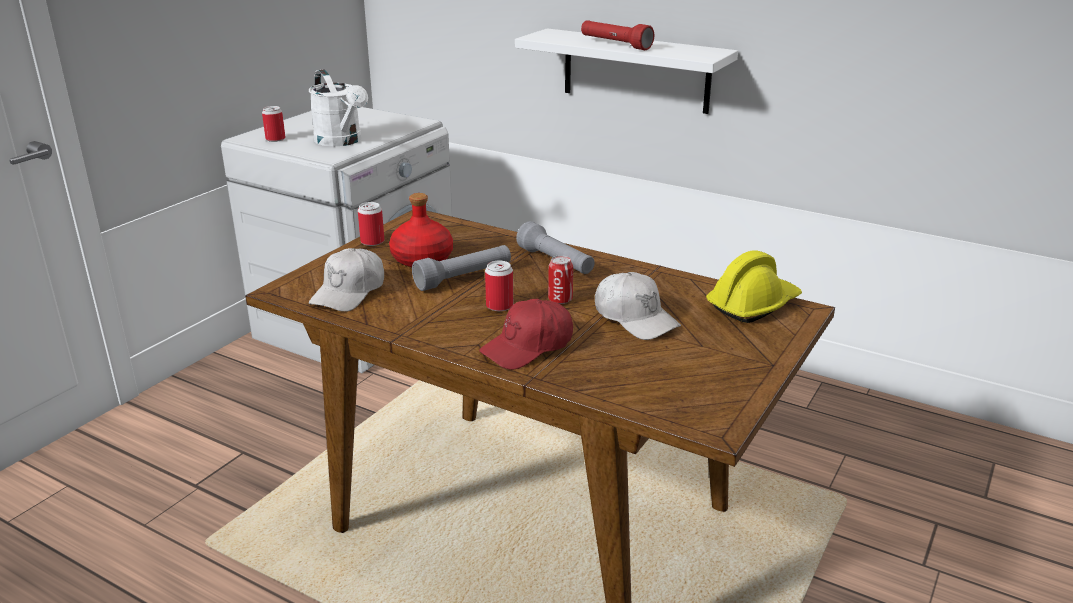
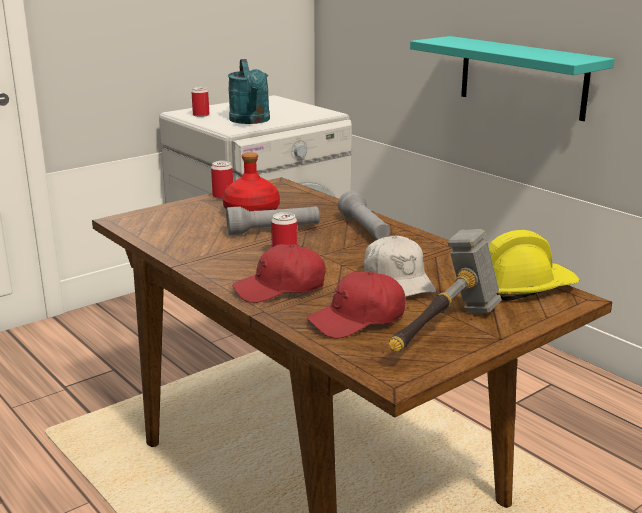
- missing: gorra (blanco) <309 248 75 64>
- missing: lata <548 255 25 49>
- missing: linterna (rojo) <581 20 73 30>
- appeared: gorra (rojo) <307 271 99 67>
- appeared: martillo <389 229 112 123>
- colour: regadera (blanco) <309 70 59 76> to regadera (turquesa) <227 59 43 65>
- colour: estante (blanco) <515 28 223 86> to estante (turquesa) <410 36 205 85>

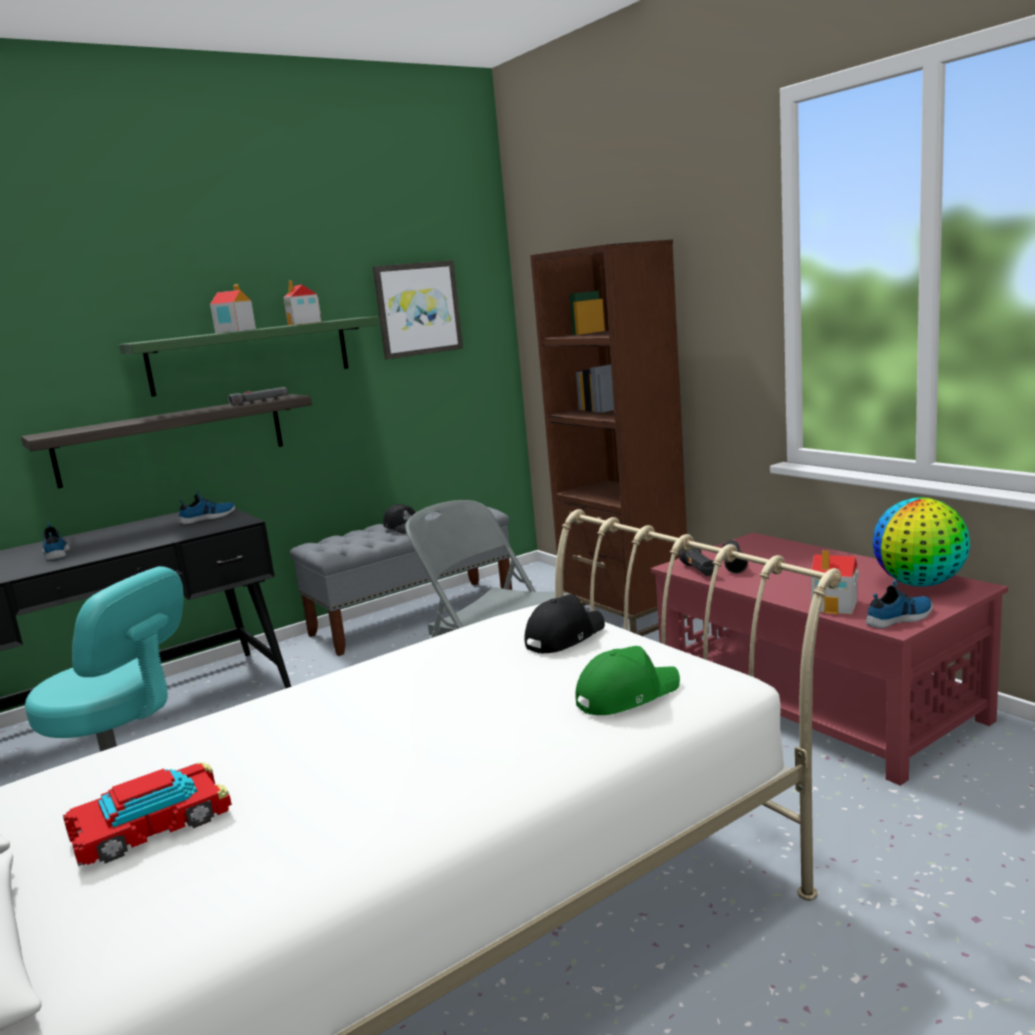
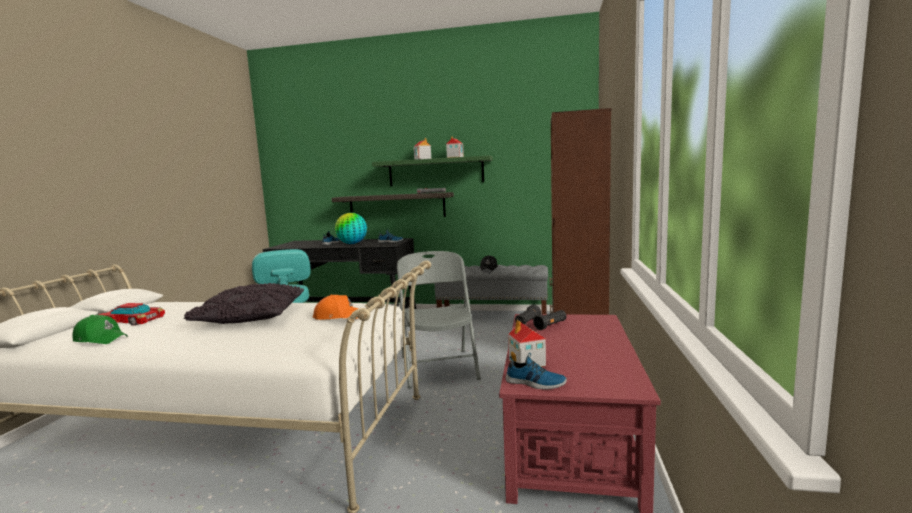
- missing: cuadro <373 260 90 99>
- appeared: cojín (negro) <184 283 120 41>
- relocated: gorra (verde) <576 646 104 69> to <73 315 55 29>
- relocated: globo terráqueo <872 497 98 90> to <335 213 32 31>
- colour: gorra (negro) <524 594 81 59> to gorra (naranja) <313 295 46 25>

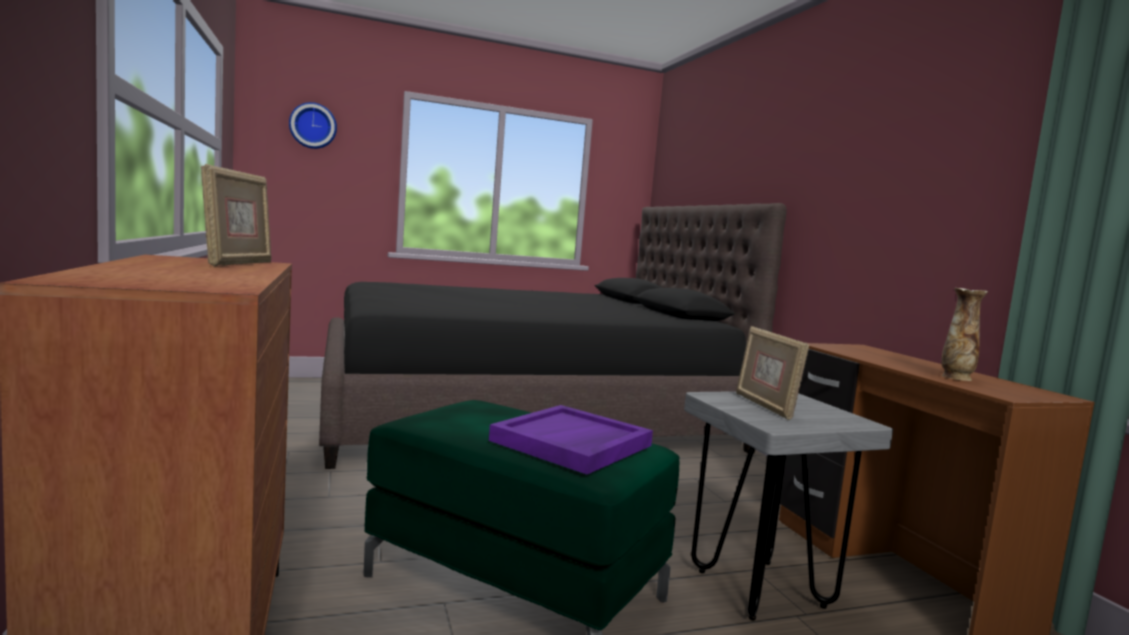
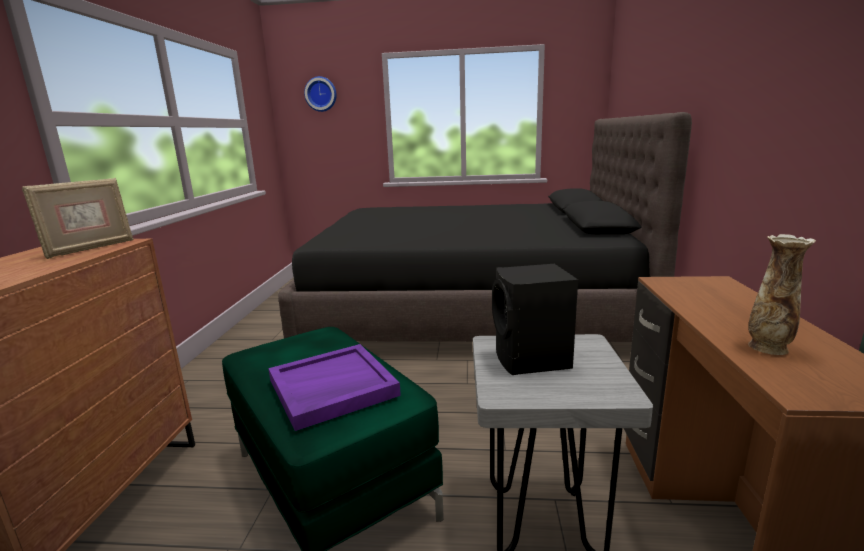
- exchanged: portarretratos <736 326 73 94> to altavoz (negro) <492 264 86 111>

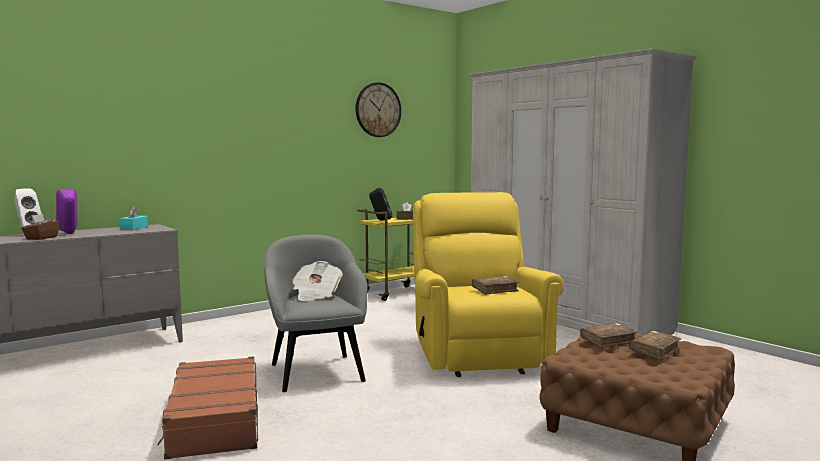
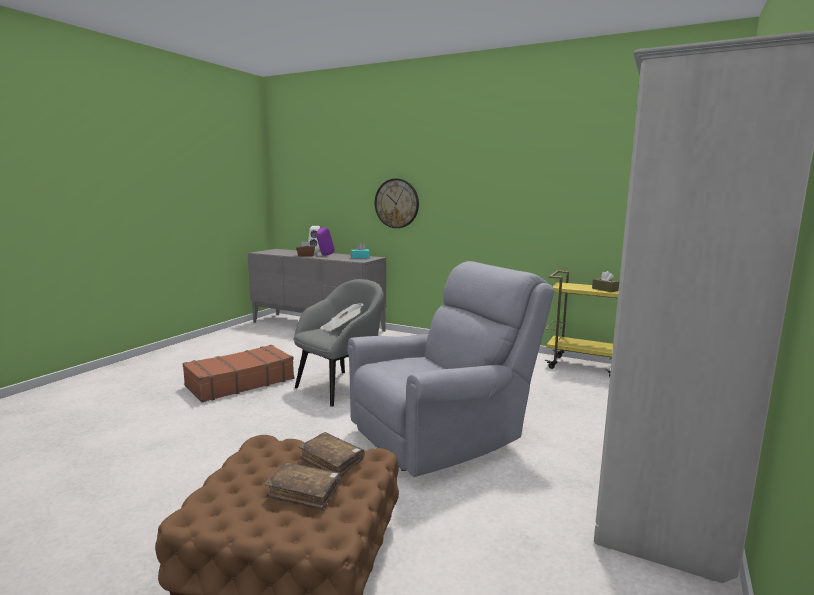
- missing: altavoz (negro) <369 188 23 32>
- missing: libro (marrón) <472 276 48 19>
- relocated: reloj de pared <356 82 45 55> to <375 178 44 50>
- colour: sillón (amarillo) <413 192 151 185> to sillón (gris) <347 261 207 216>

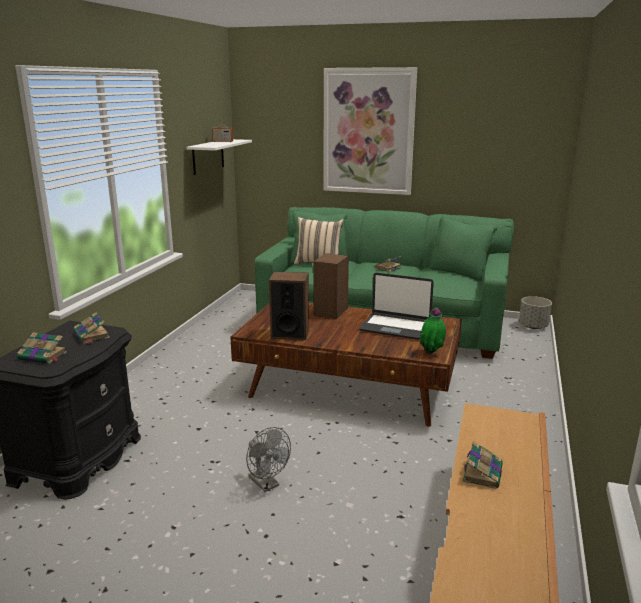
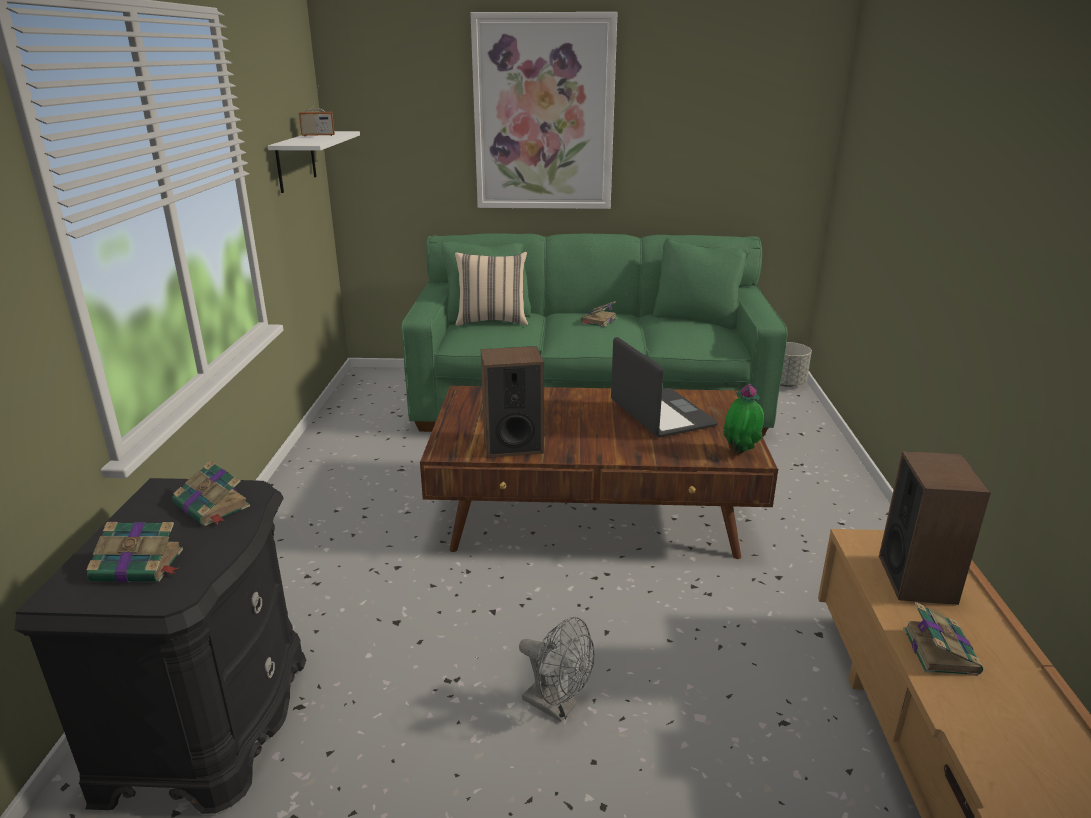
- relocated: altavoz <313 253 36 66> to <879 451 112 154>
- spun: portátil <359 273 75 67> = <611 337 107 100> 120 degrees counterclockwise

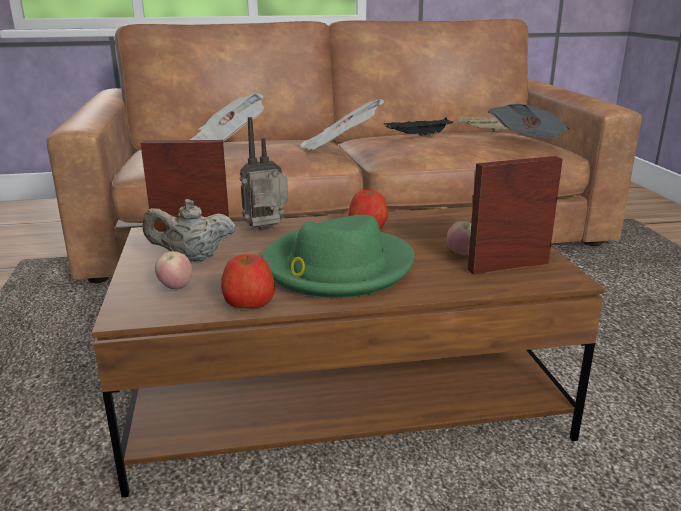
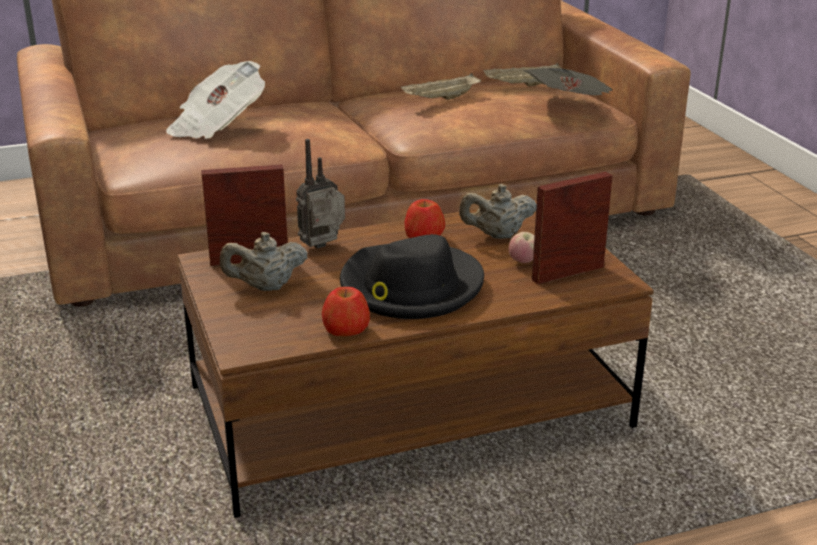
- missing: manzana <155 251 37 39>
- missing: periódico <300 99 84 52>
- appeared: tetera (beis) <459 184 78 55>
- colour: sombrero (verde) <262 215 153 83> to sombrero (negro) <340 234 144 85>
- colour: bandeja (negro) <384 117 69 20> to bandeja (beis) <401 73 80 27>

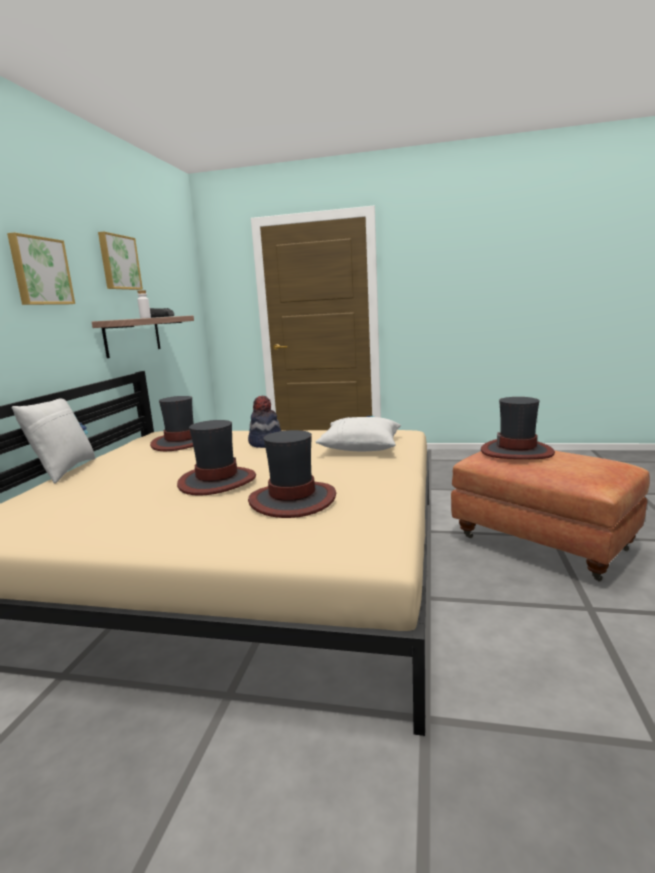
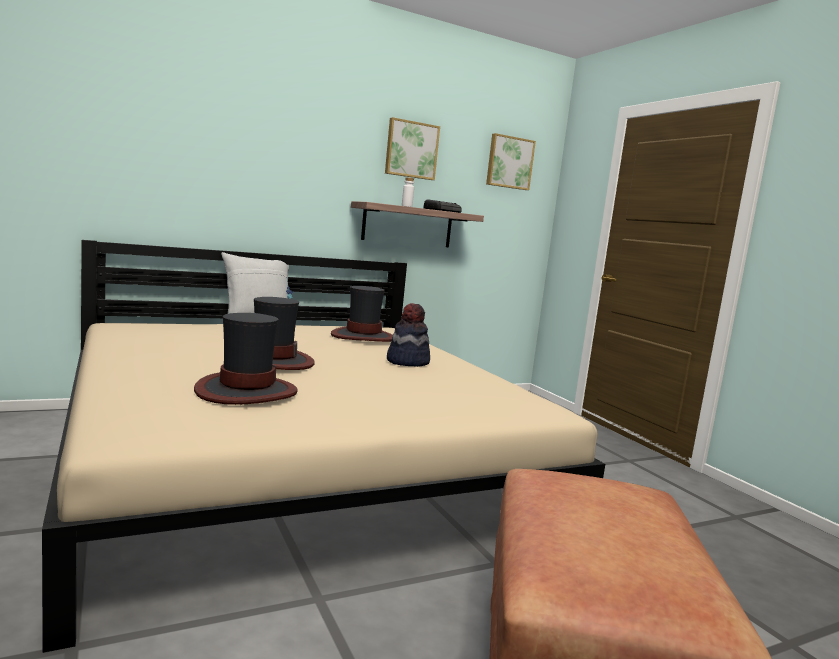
- missing: cojín (gris) <316 416 85 35>
- missing: sombrero <481 397 74 62>
- relocated: cuadro <7 232 68 73> to <486 133 50 57>

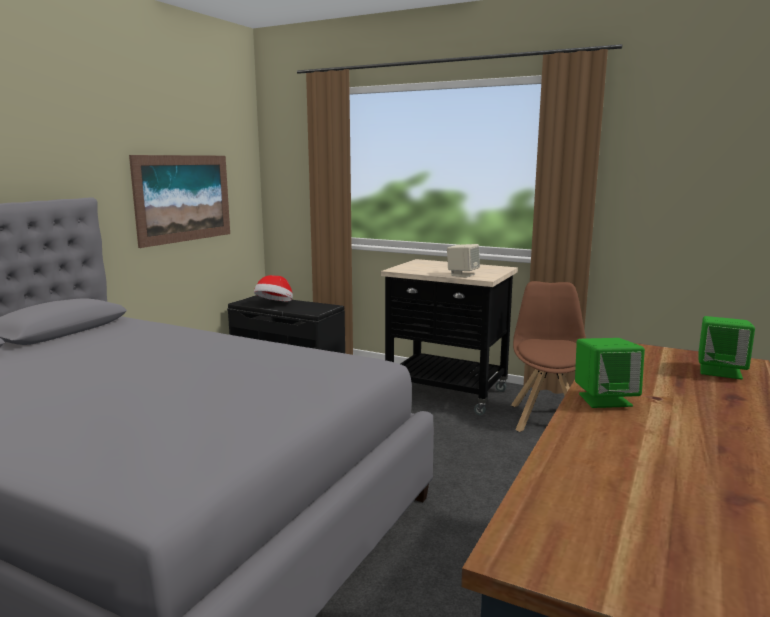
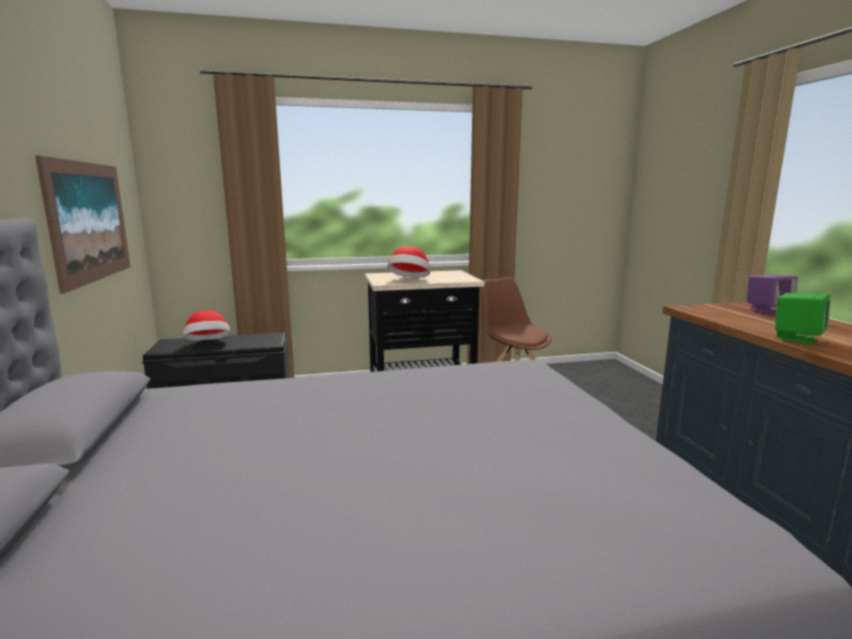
- missing: altavoz (beis) <447 244 33 34>
- appeared: sombrero <387 246 43 32>
- colour: altavoz (verde) <698 316 57 64> to altavoz (morado) <747 275 51 39>

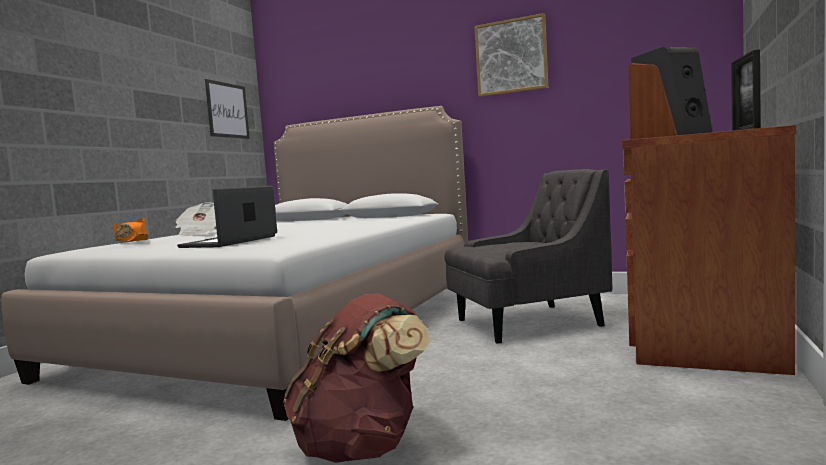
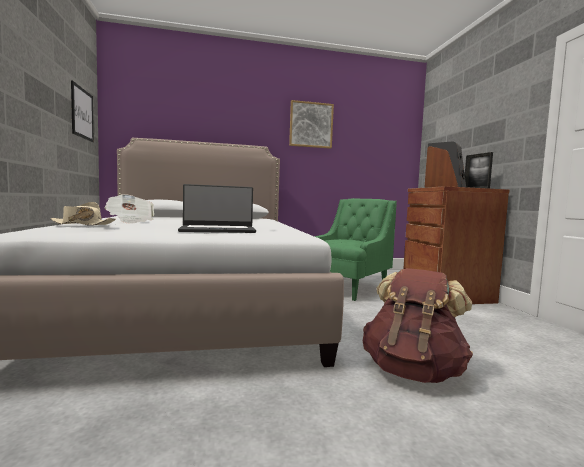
- colour: sombrero (naranja) <113 217 36 25> to sombrero (beis) <50 202 66 23>
- colour: sillón (gris) <444 169 169 175> to sillón (verde) <314 198 83 103>
- spun: portátil <177 186 100 62> = <178 184 78 49> 90 degrees counterclockwise

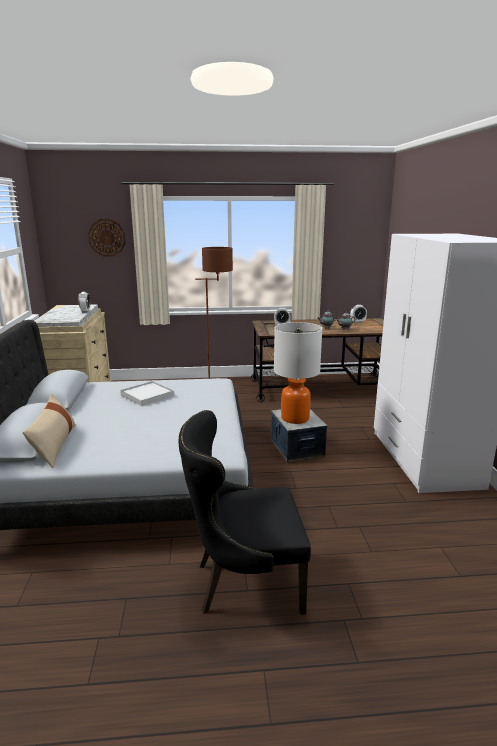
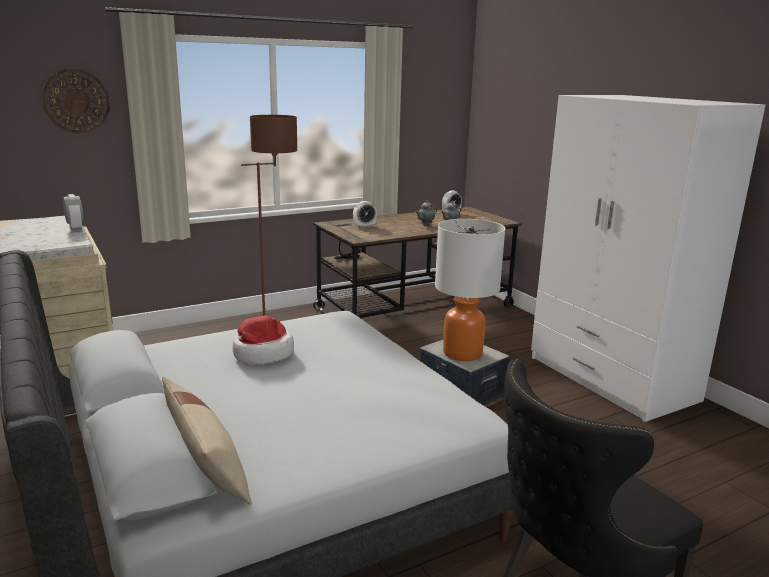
- exchanged: bandeja (blanco) <120 381 54 25> to sombrero <232 315 62 49>

